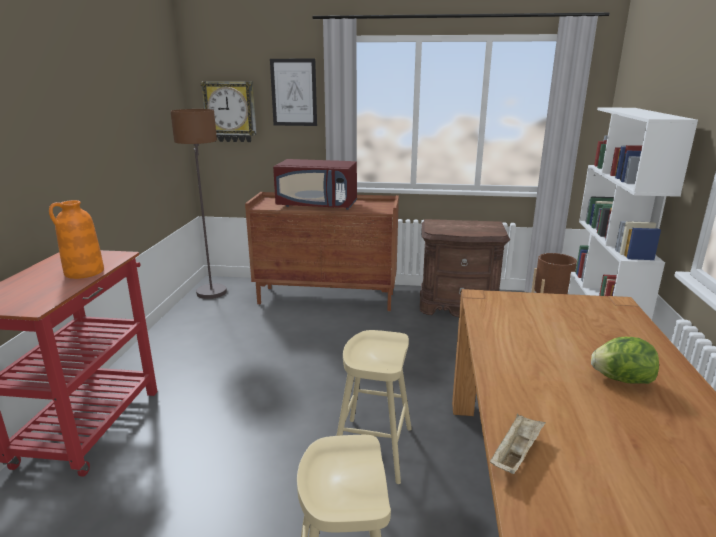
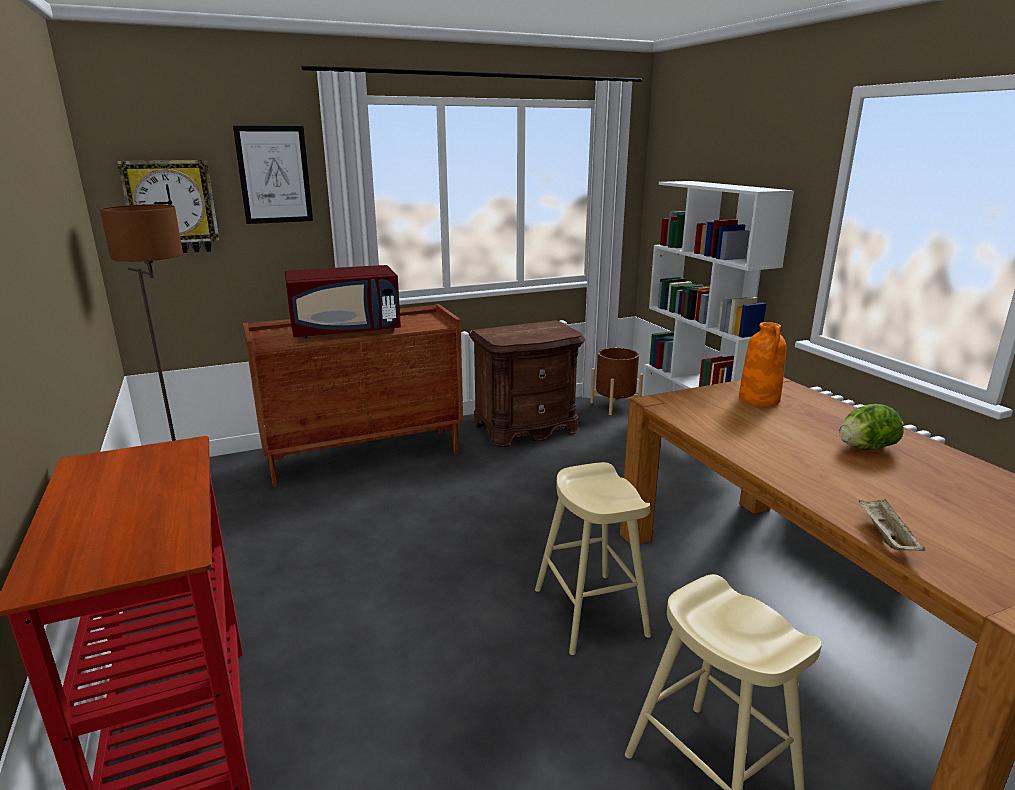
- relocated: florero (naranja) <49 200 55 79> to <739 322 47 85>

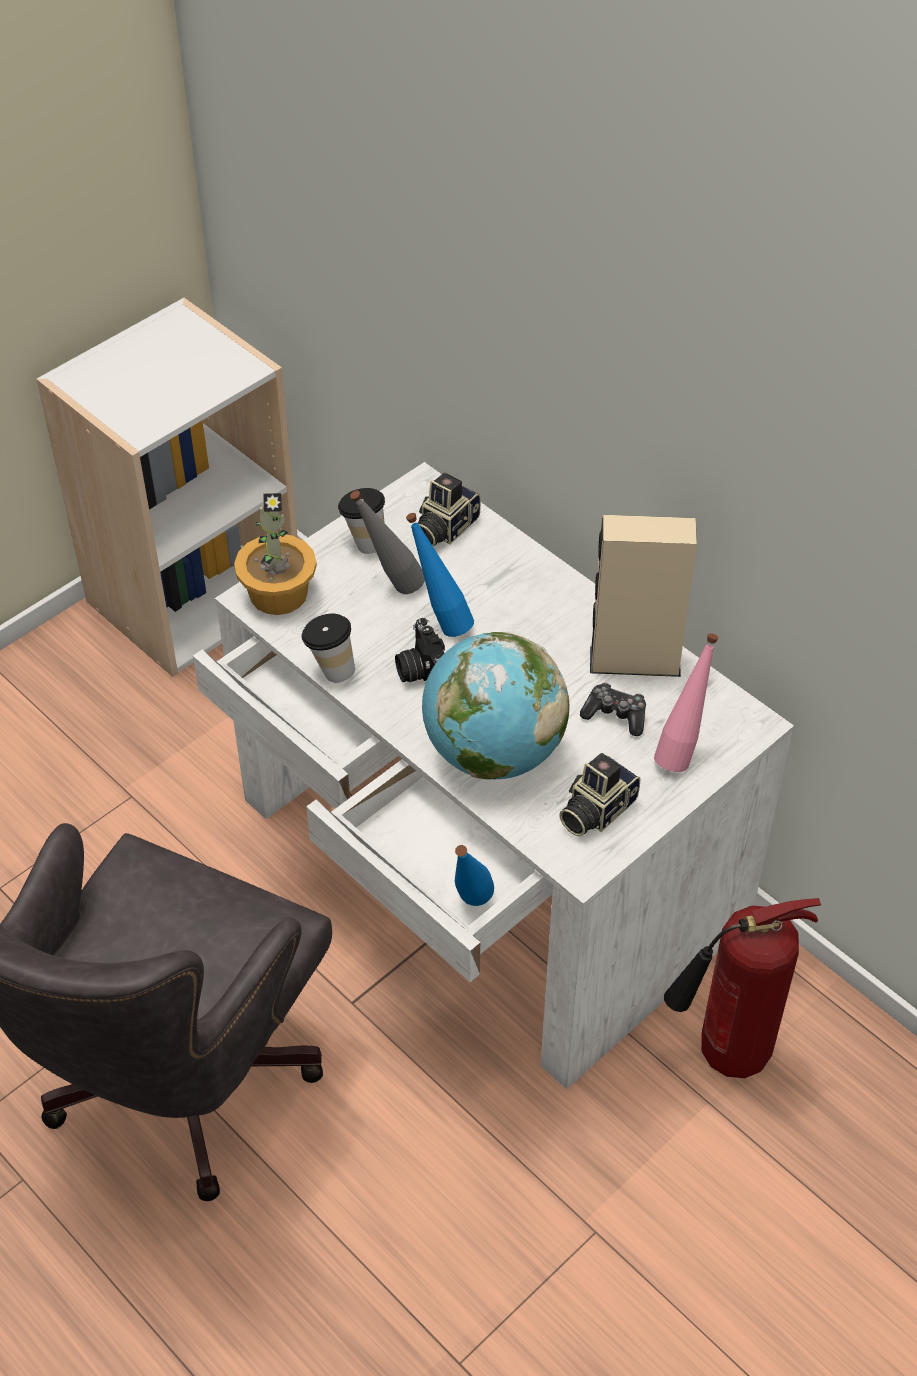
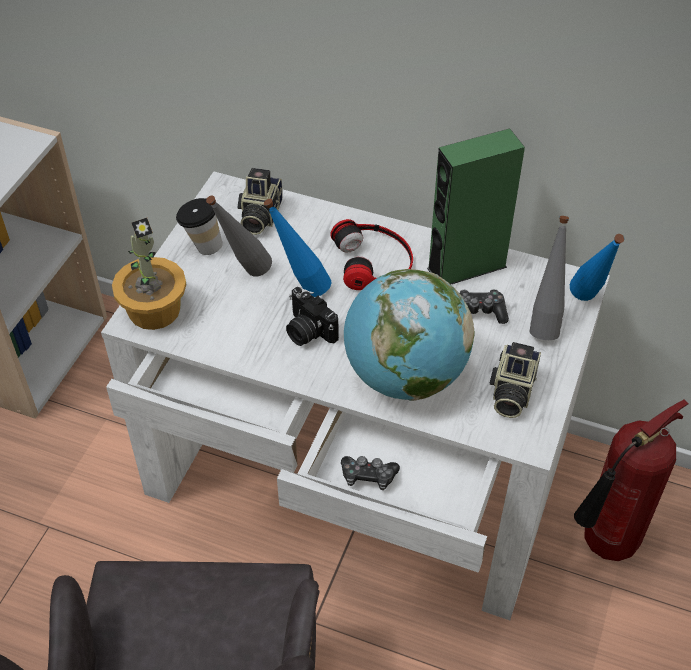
- missing: taza <302 614 53 68>
- appeared: auriculares <330 219 83 71>
- appeared: mando de consola <341 456 59 34>
- relocated: botella (azul) <455 845 39 61> to <570 234 54 67>
- colour: altavoz (beis) <590 515 107 162> to altavoz (verde) <427 128 98 156>
- colour: botella (rosa) <654 633 64 139> to botella (gris) <529 216 40 124>

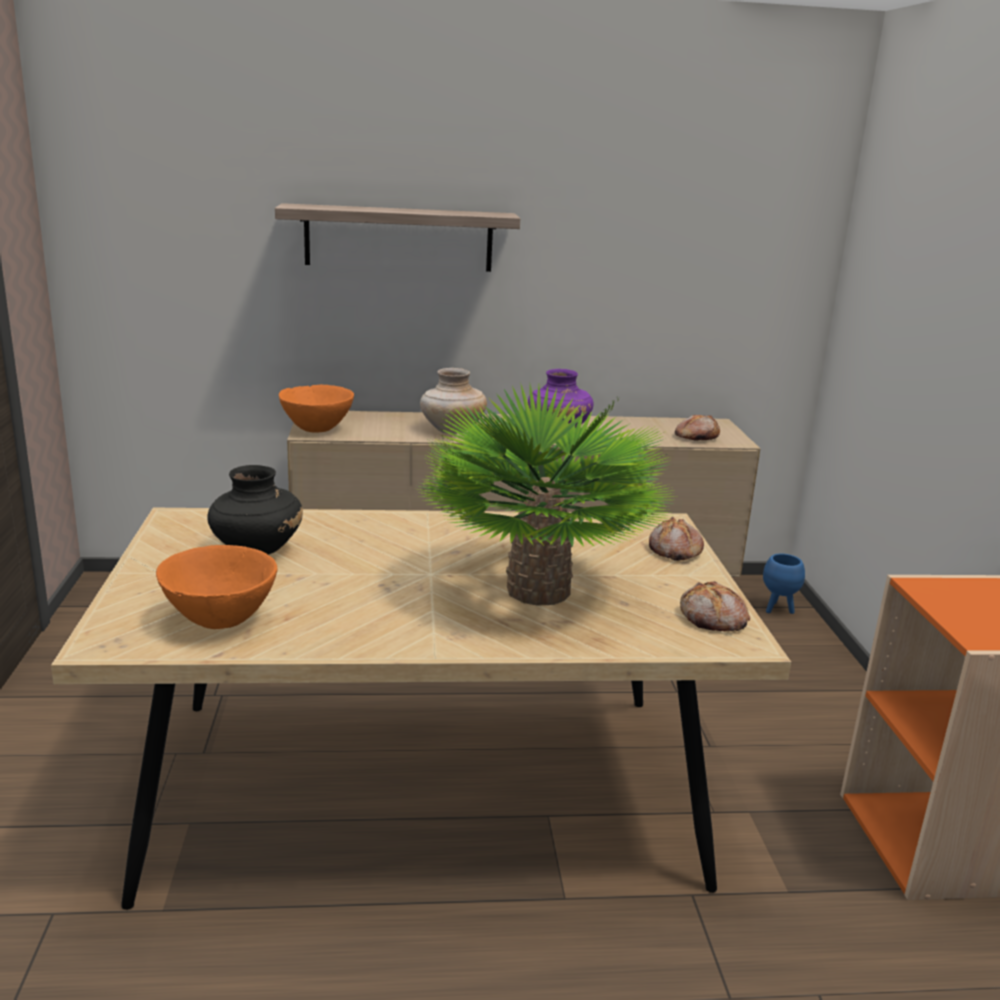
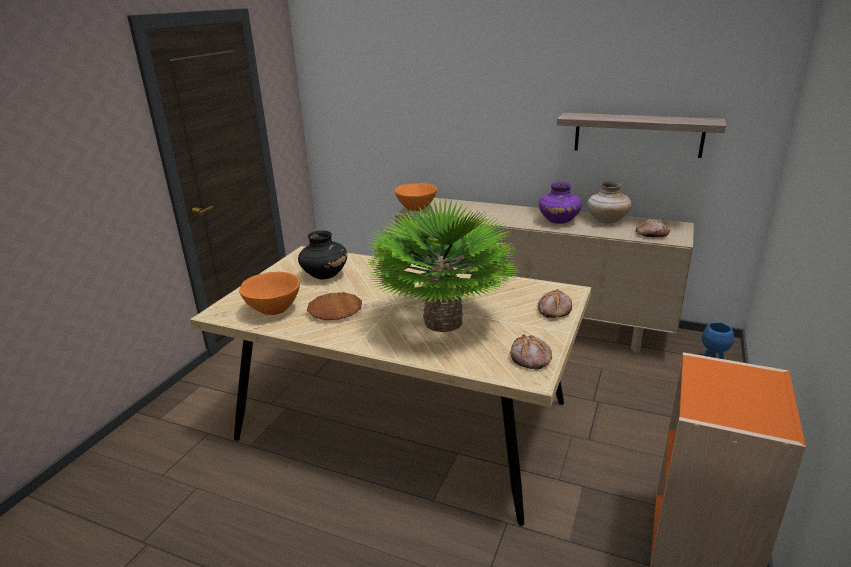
- appeared: plato (marrón) <307 292 55 28>
- relocated: estante <275 203 245 69> to <557 113 169 45>
- relocated: florero (beis) <420 368 67 66> to <587 181 45 43>

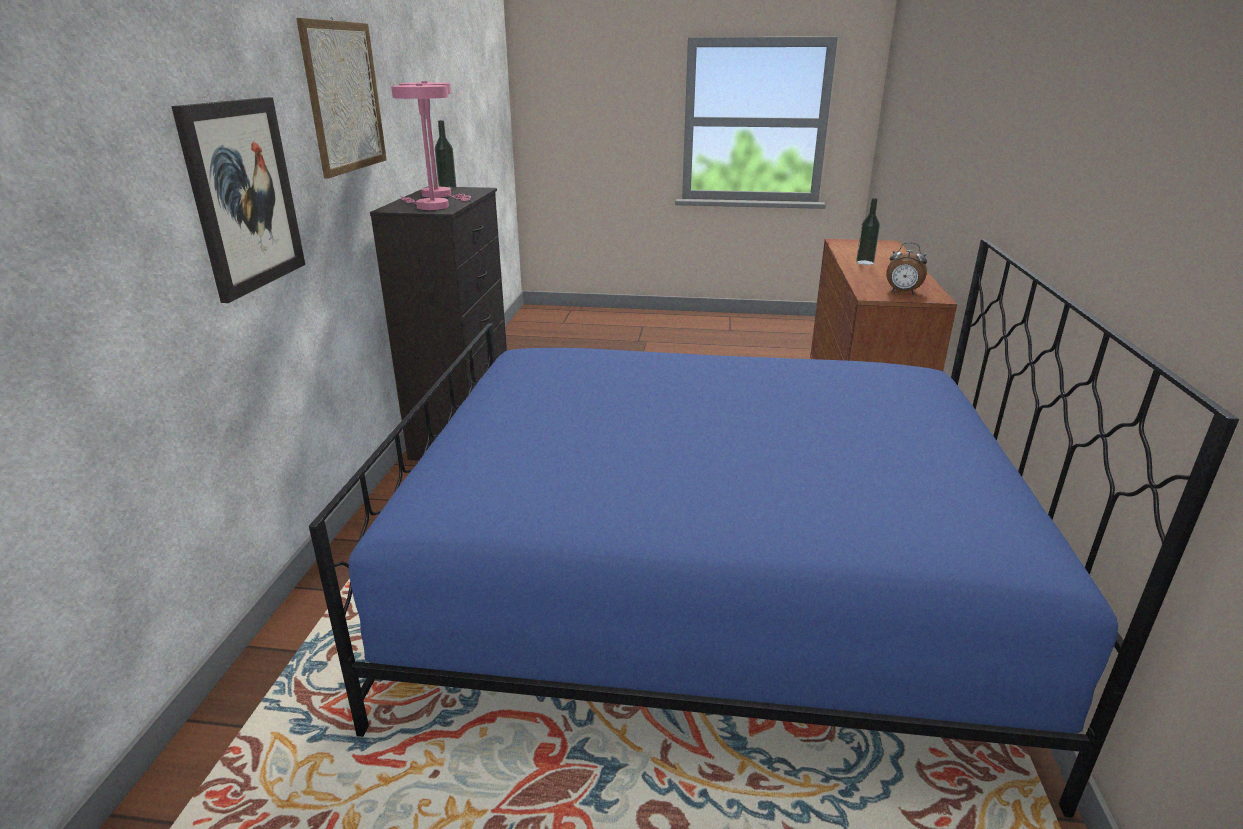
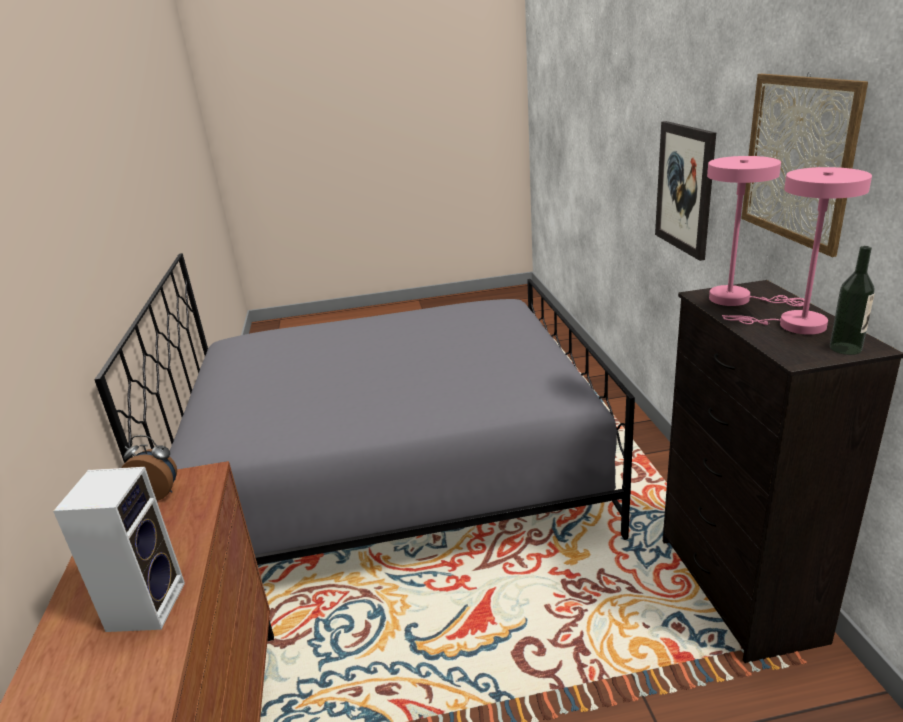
- exchanged: botella <856 198 24 67> to altavoz <53 467 132 165>
- colour: cama (azul) <309 239 930 579> to cama (gris) <94 253 541 312>

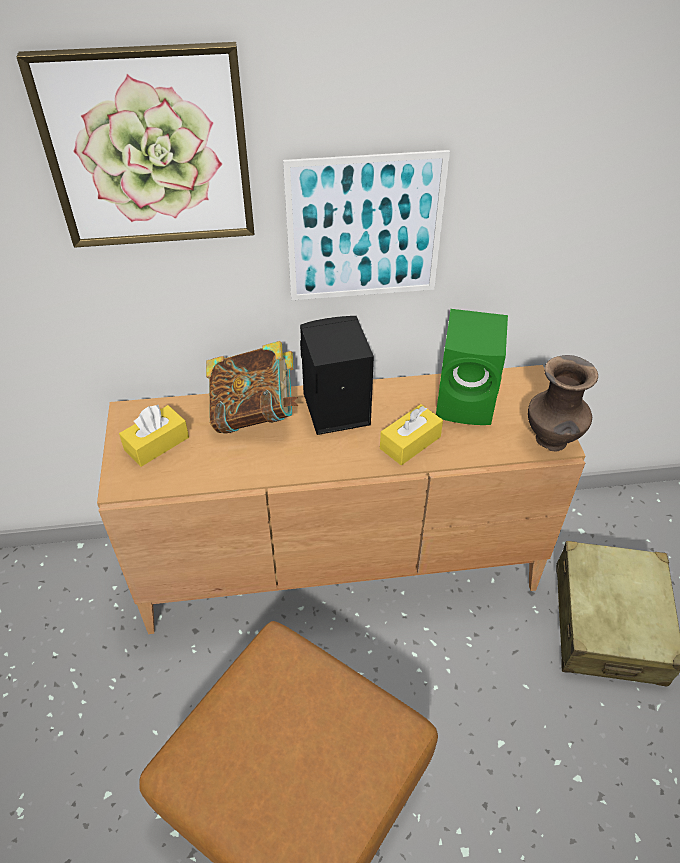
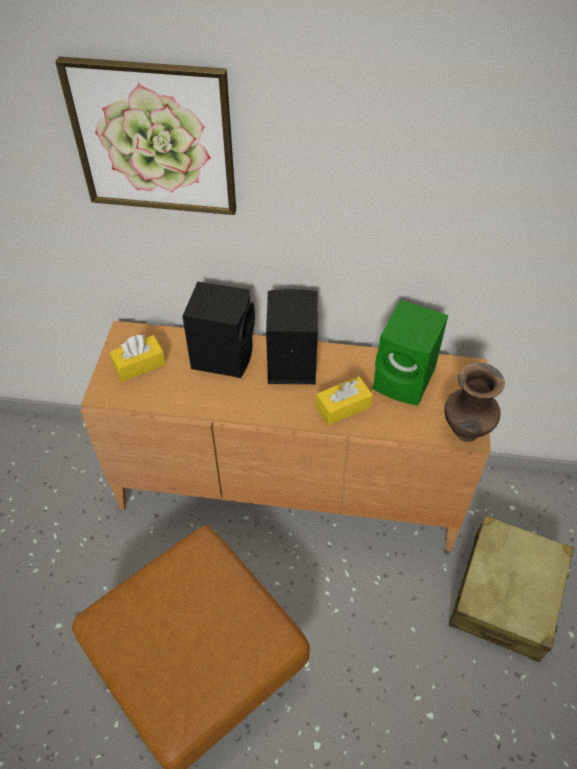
- missing: cuadro <283 150 167 150>
- exchanged: libro <206 341 93 93> to altavoz (negro) <182 281 73 97>

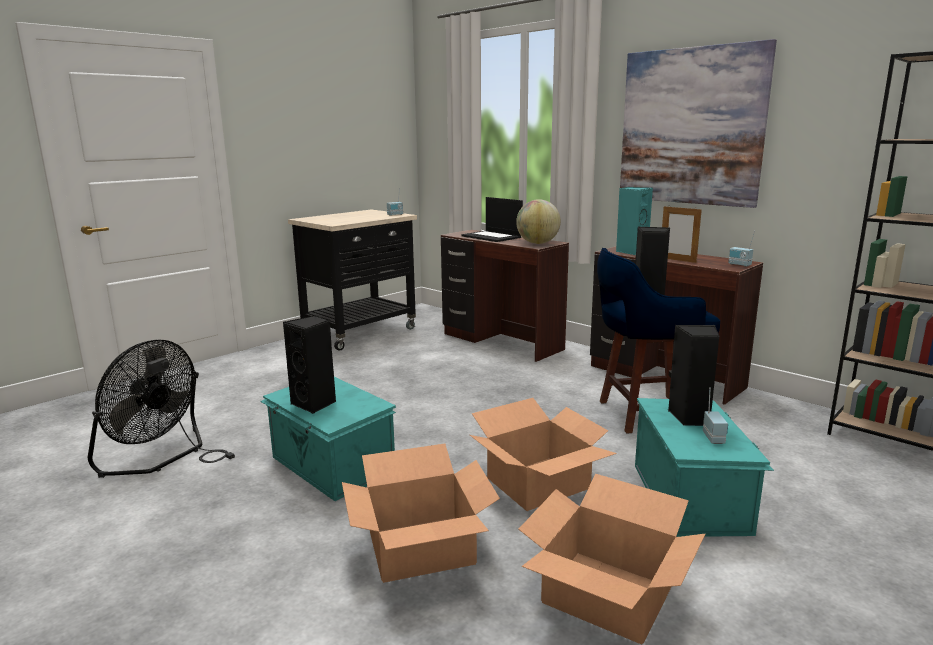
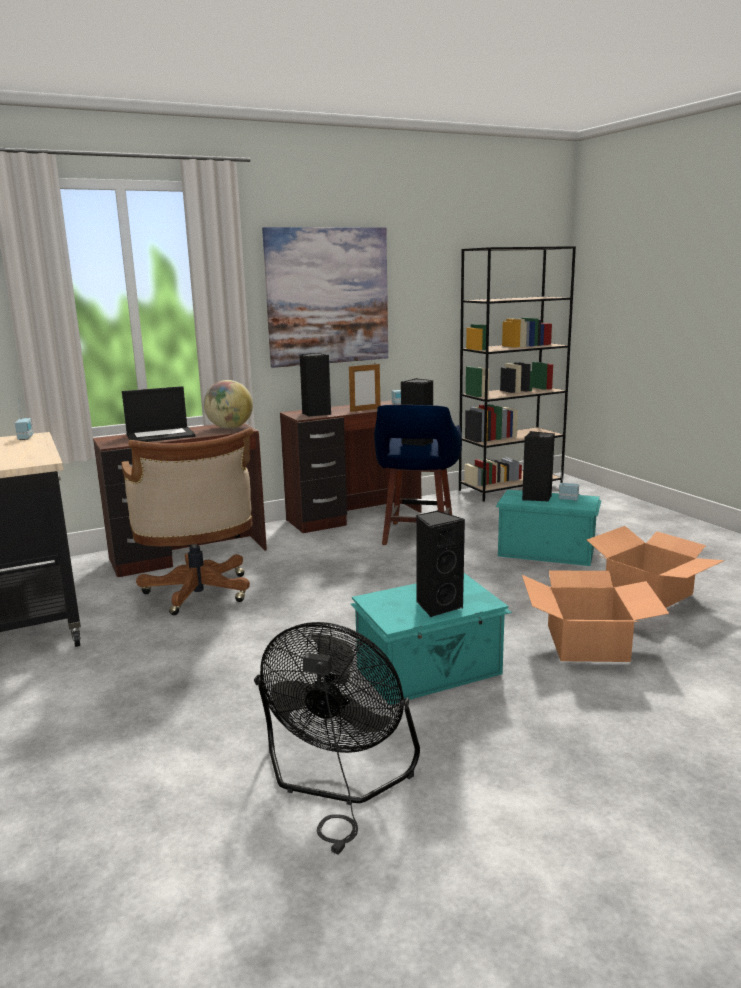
- missing: caja de cartón <470 398 147 113>
- appeared: silla de oficina <121 428 132 187>
- colour: altavoz (turquesa) <616 187 37 68> to altavoz (negro) <299 353 32 63>
- spun: ventilador (negro) <88 340 147 138> = <254 622 166 233> 150 degrees clockwise

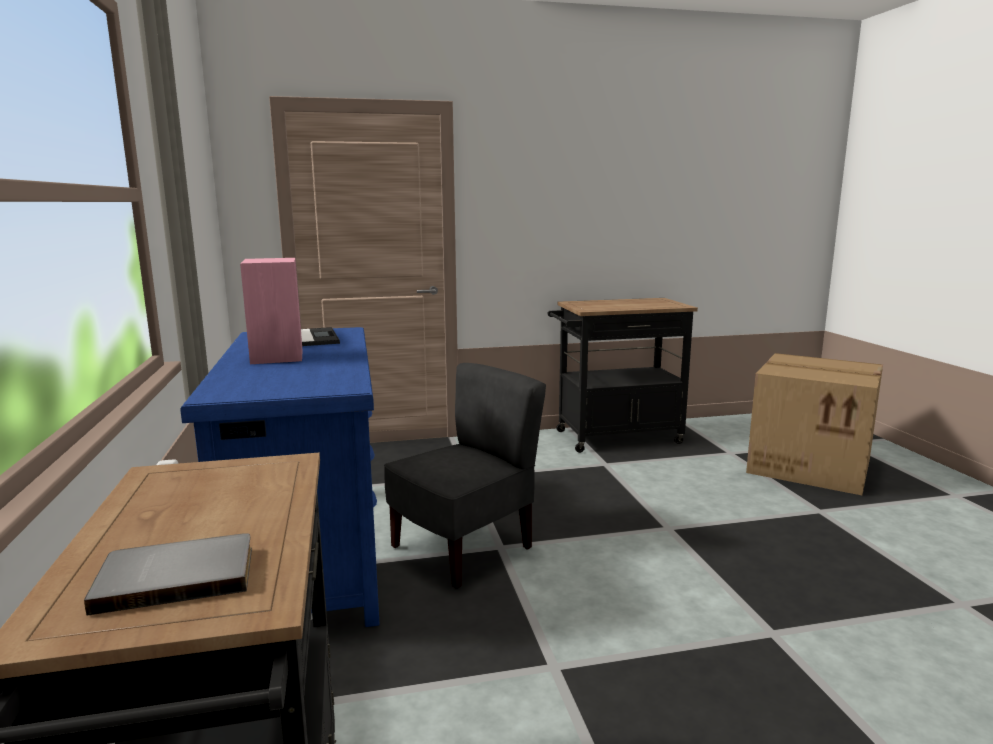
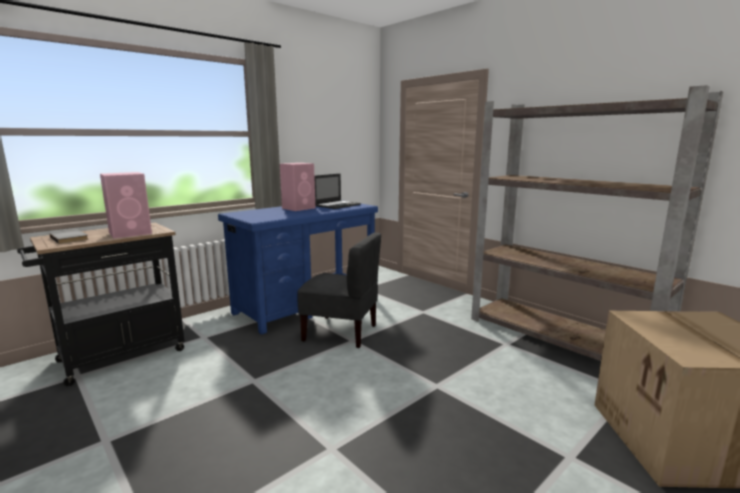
- appeared: altavoz (rosa) <100 172 52 66>
- exchanged: carrito (negro) <548 298 150 155> to estantería (marrón) <471 85 252 276>

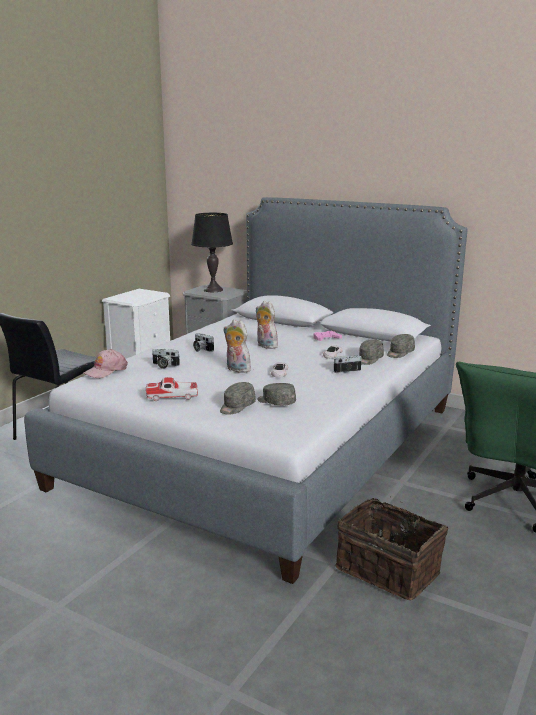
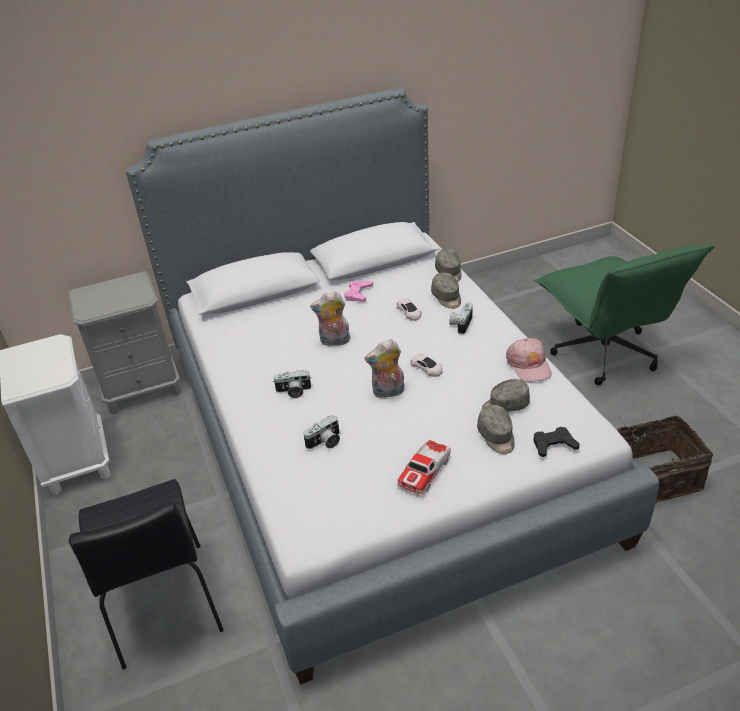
- missing: lámpara de mesa (negro) <191 213 42 79>
- appeared: mando de consola (negro) <533 427 47 30>
- relocated: gorra (rosa) <83 349 45 29> to <506 338 46 44>

